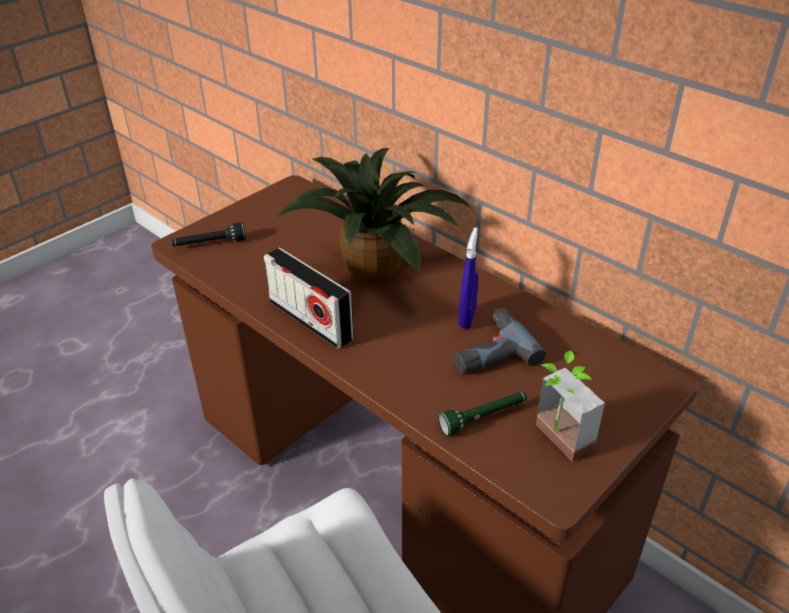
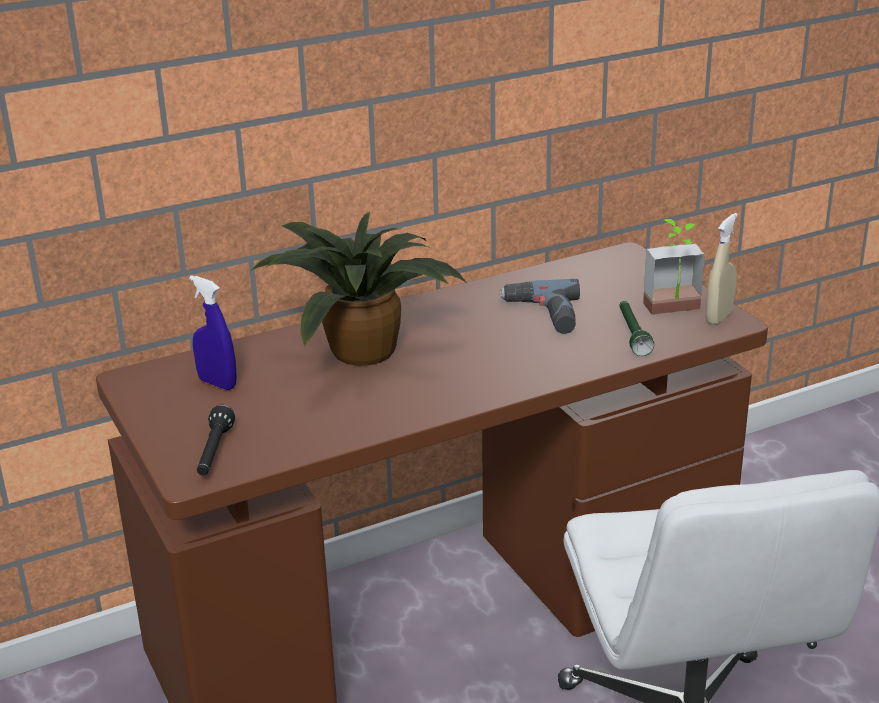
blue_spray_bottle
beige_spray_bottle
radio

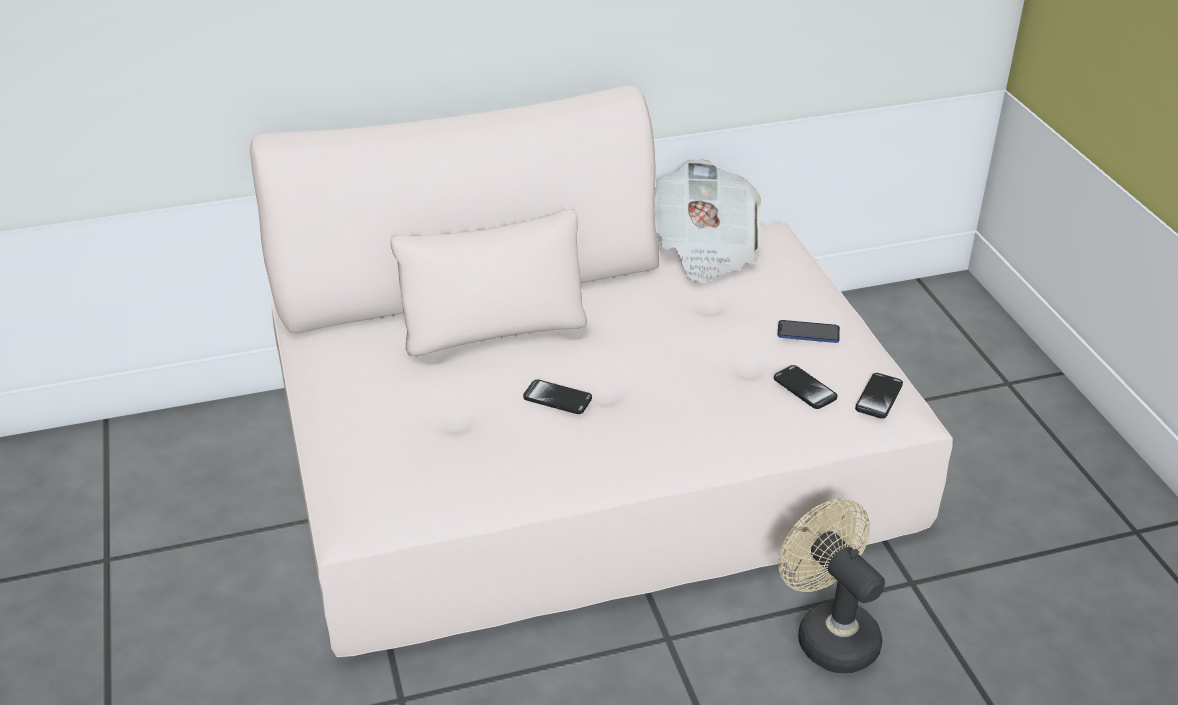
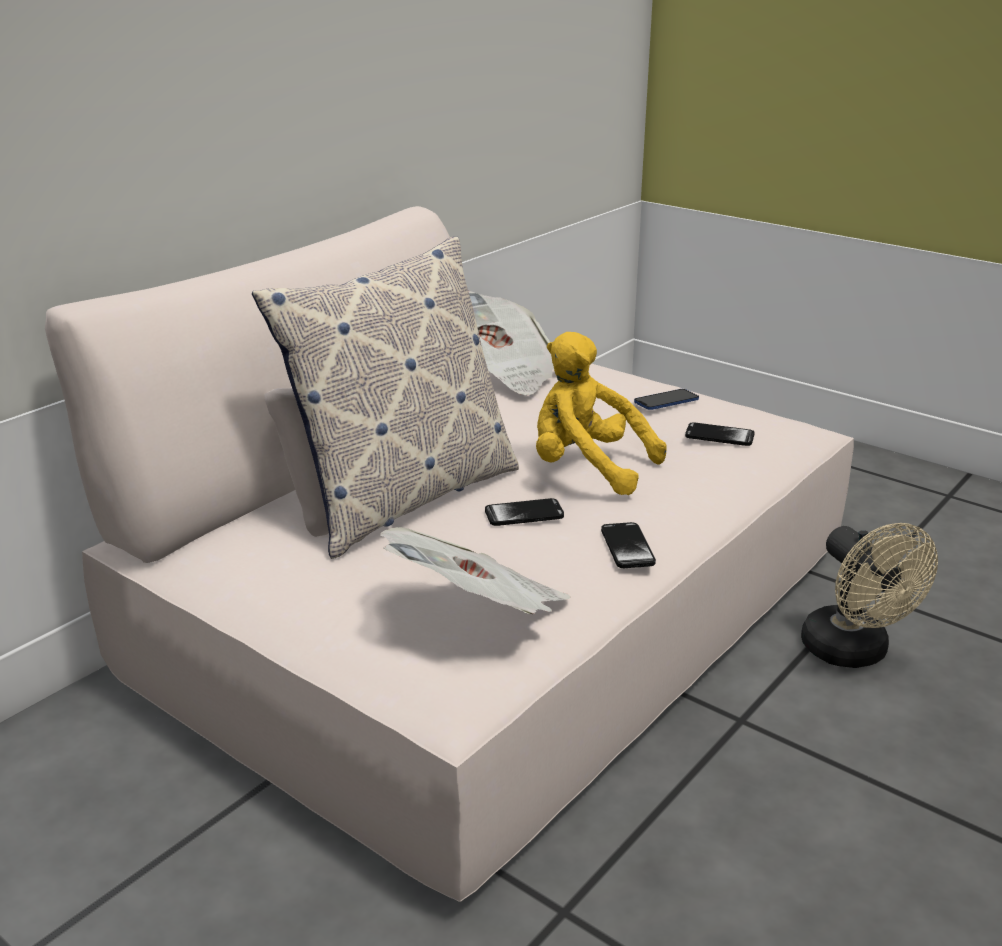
pillow
newspaper (no. 1 from left)
yellow_plush_toy
phone (no. 2 from left)
beige_fan

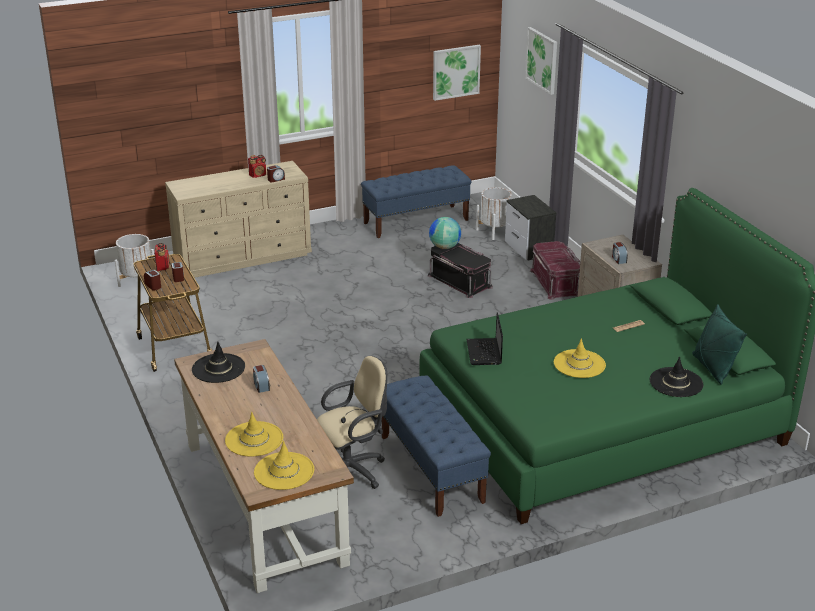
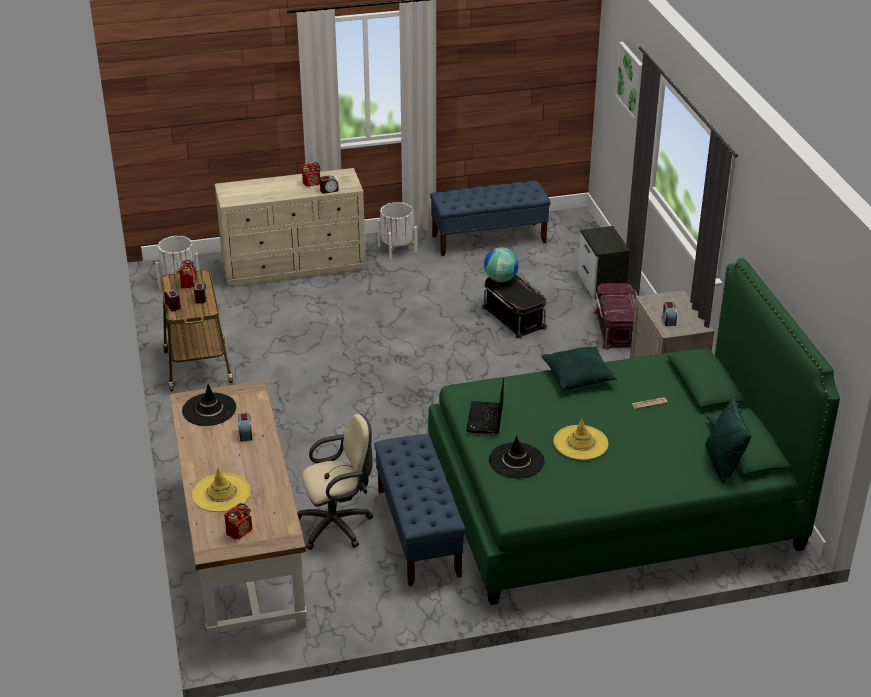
radio (no. 2 from left)
white_planter (no. 2 from left)
black_hat (no. 2 from left)
green_pillow (no. 1 from left)
picture (no. 1 from left in the first image)

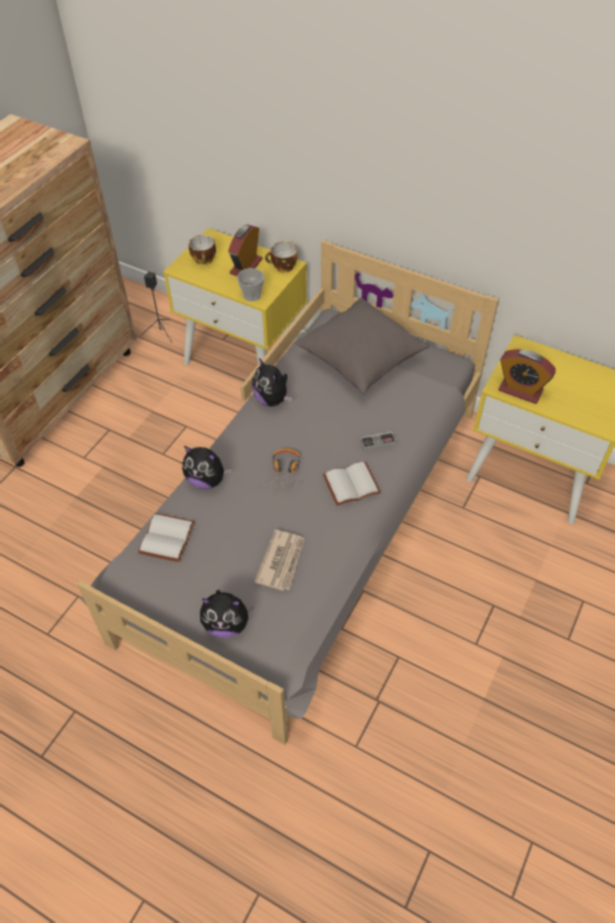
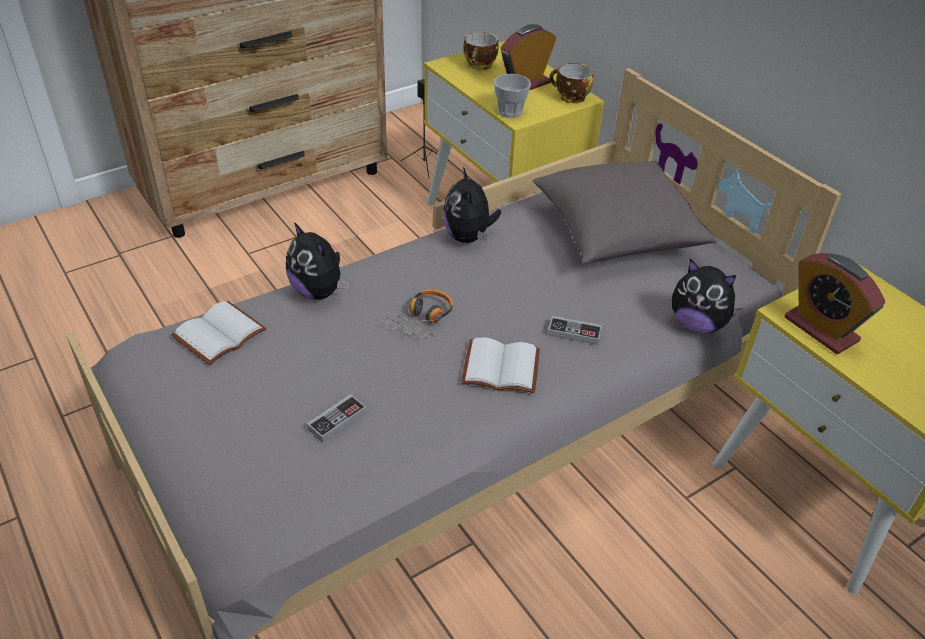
game_controller (no. 1 from left)
plush_toy (no. 3 from left)

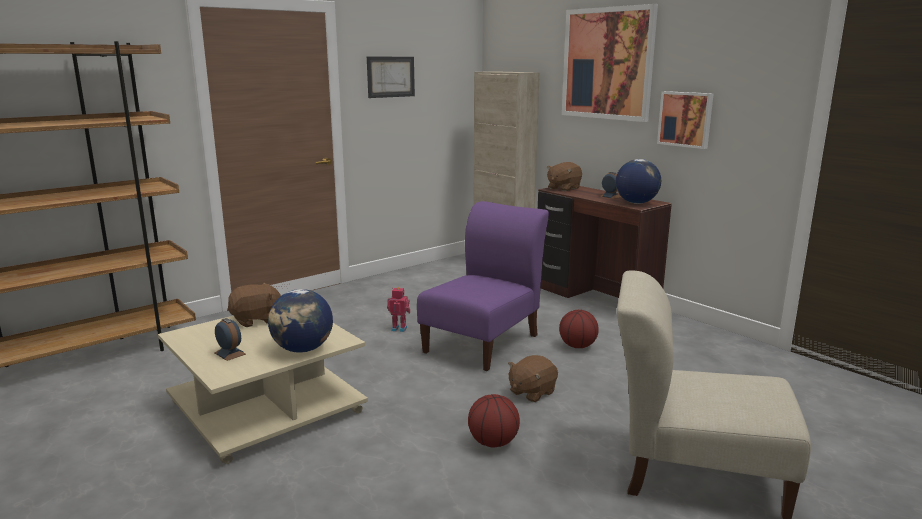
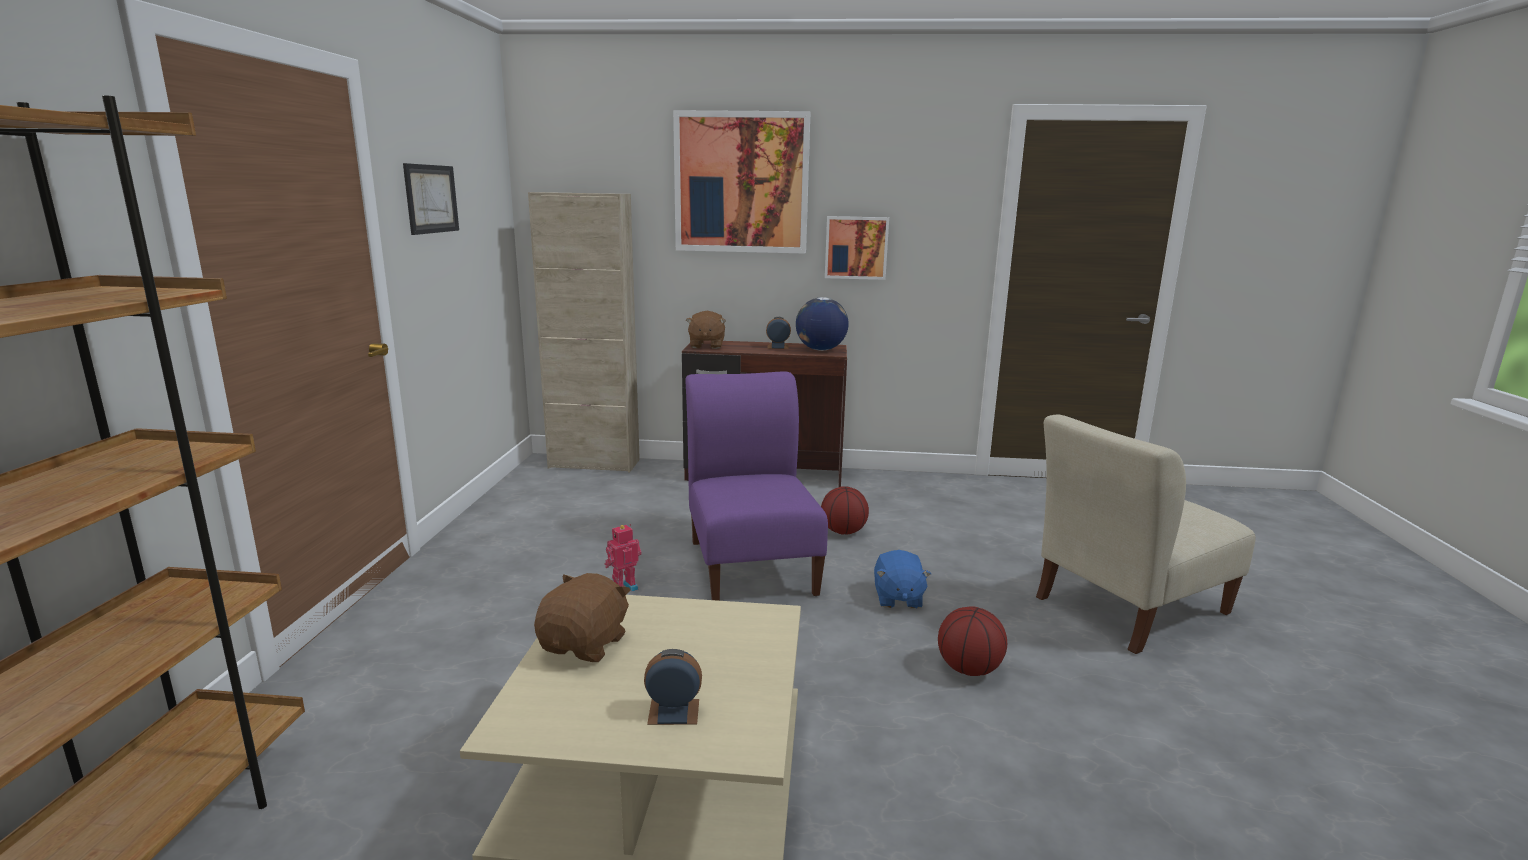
blue_plush_toy
globe (no. 1 from left in the first image)

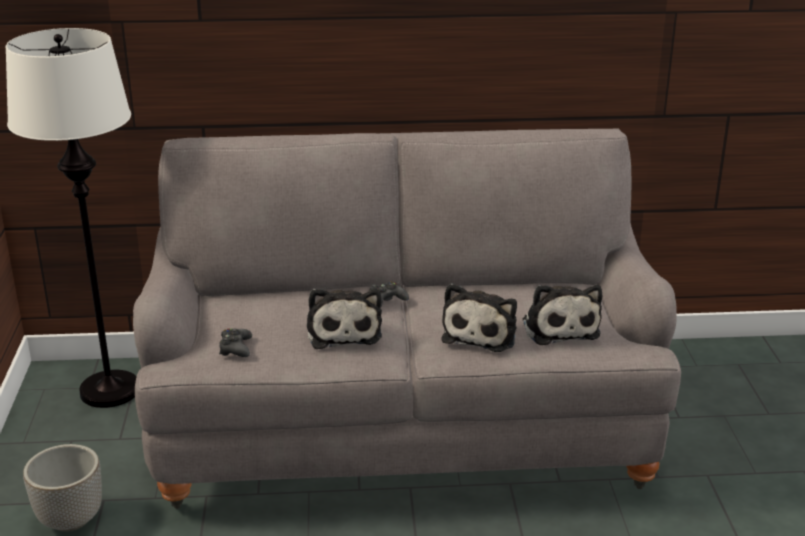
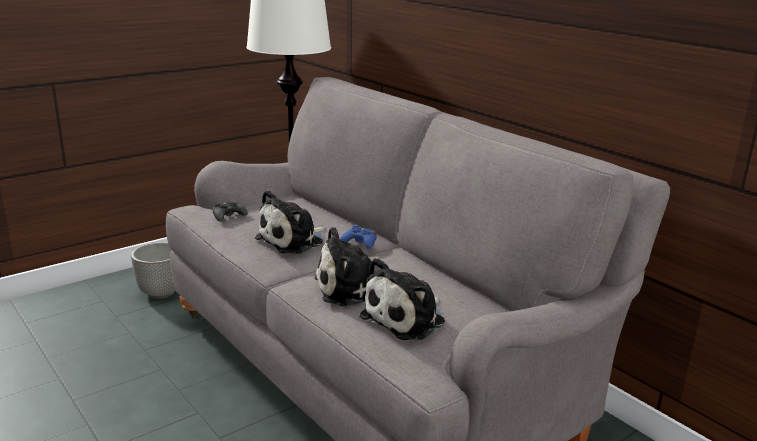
blue_game_controller

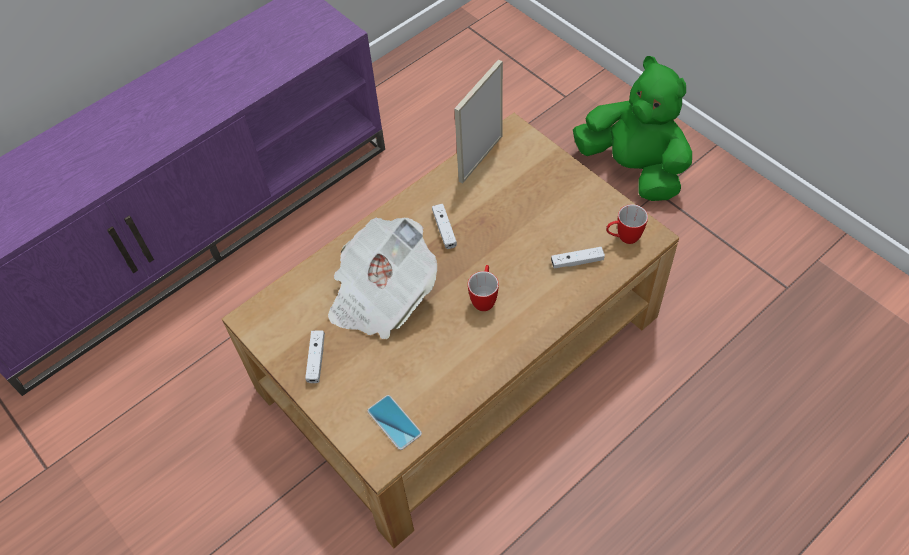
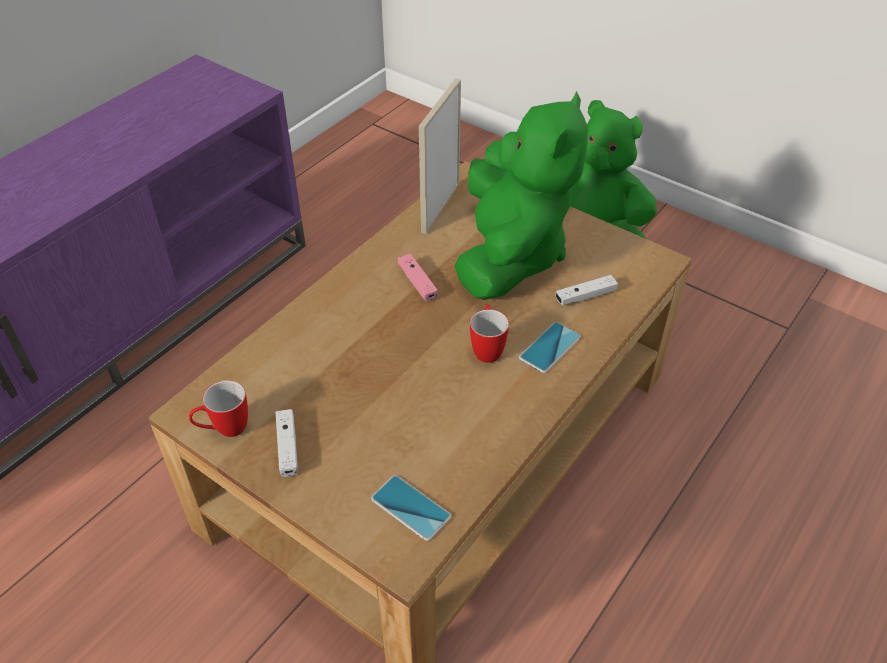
mug (no. 1 from left)
pink_game_controller
green_plush_toy (no. 1 from left)
phone (no. 2 from left)
newspaper

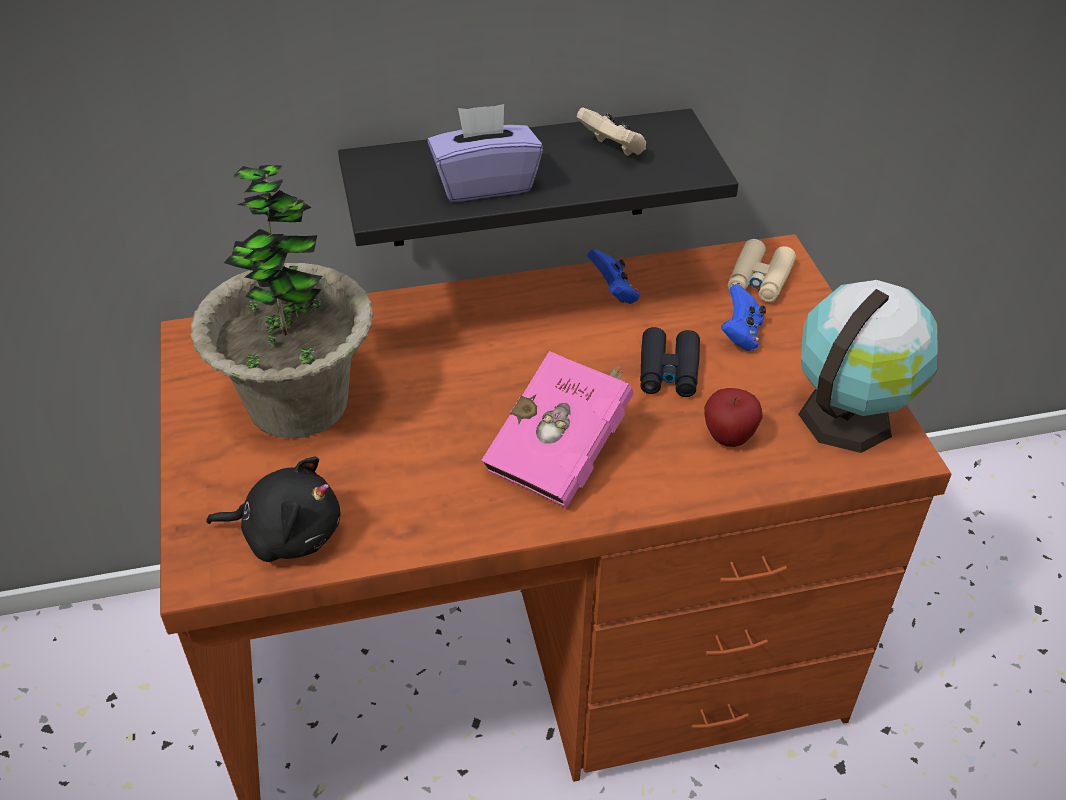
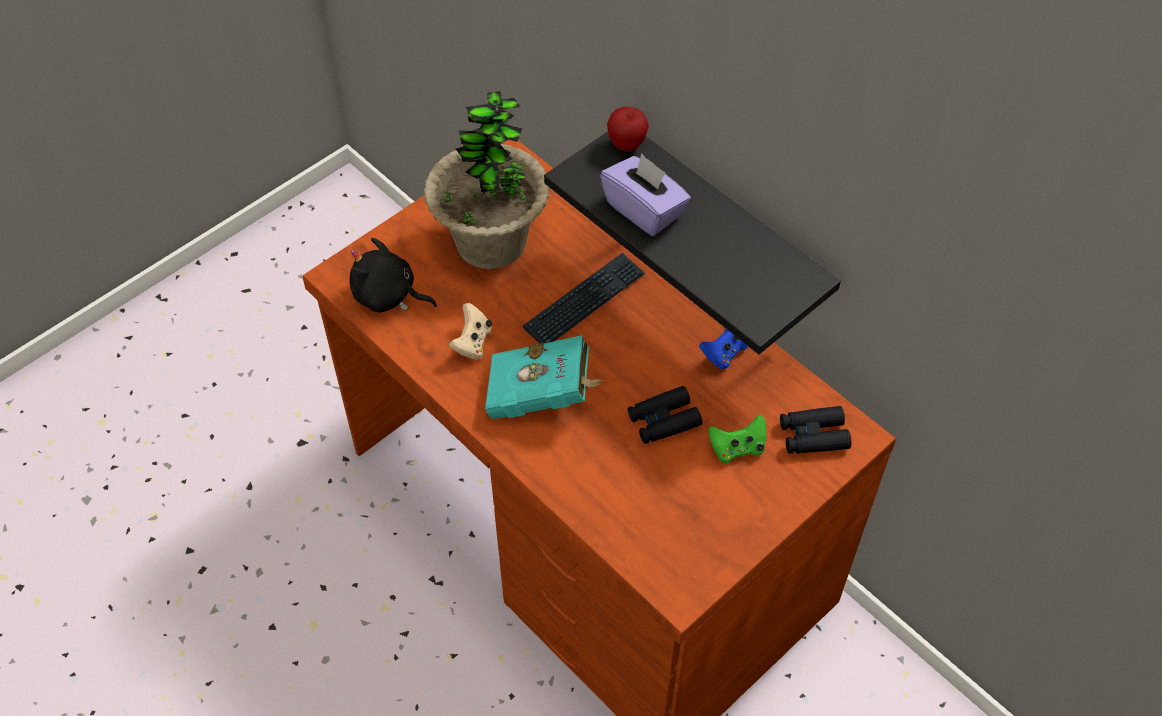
black_plush_toy
beige_game_controller
turquoise_book
keyboard
apple
green_game_controller
black_binoculars (no. 2 from left)
globe

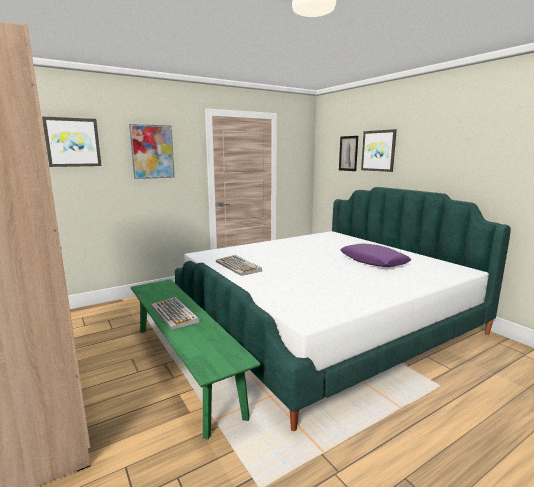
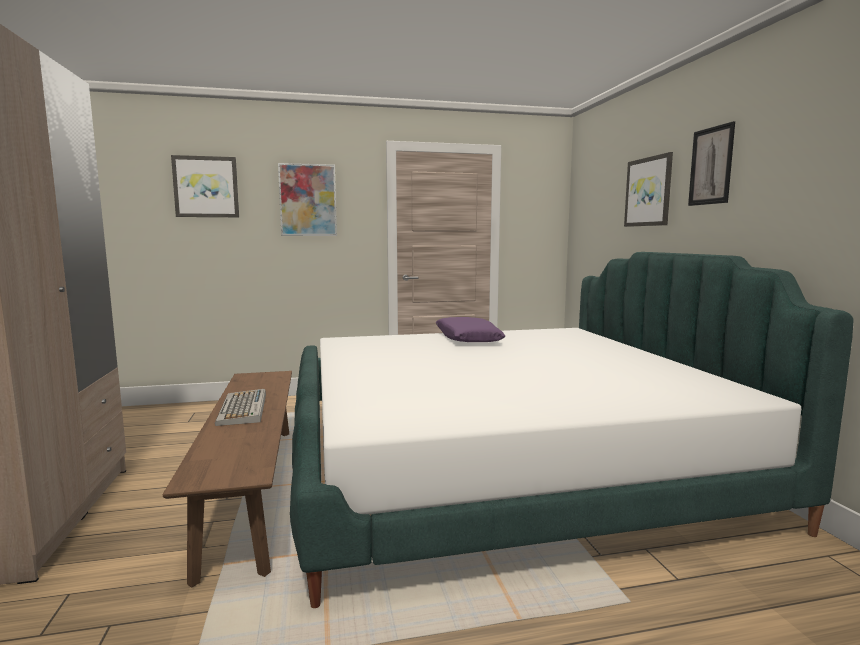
brown_bench
purple_pillow
picture (no. 4 from left)
keyboard (no. 2 from left in the first image)

